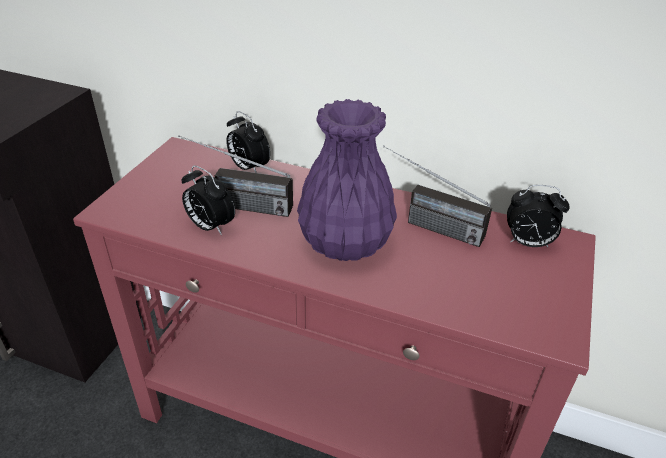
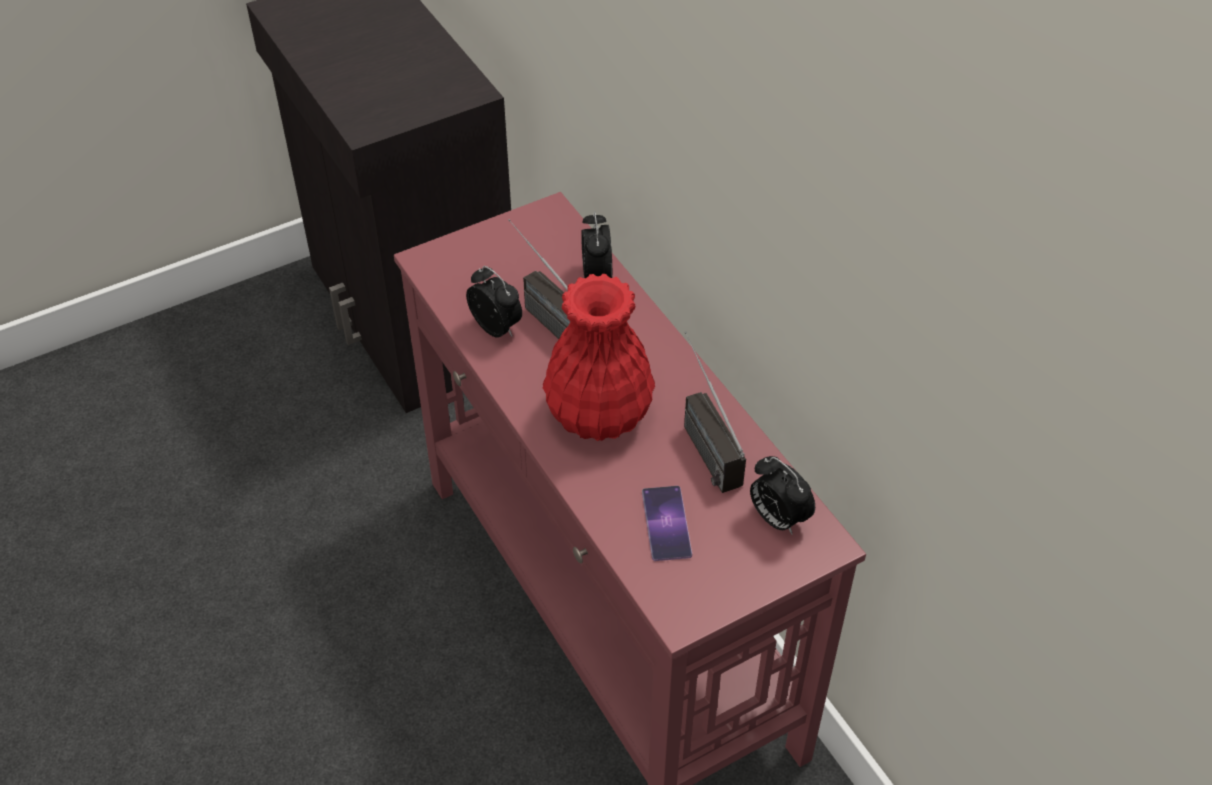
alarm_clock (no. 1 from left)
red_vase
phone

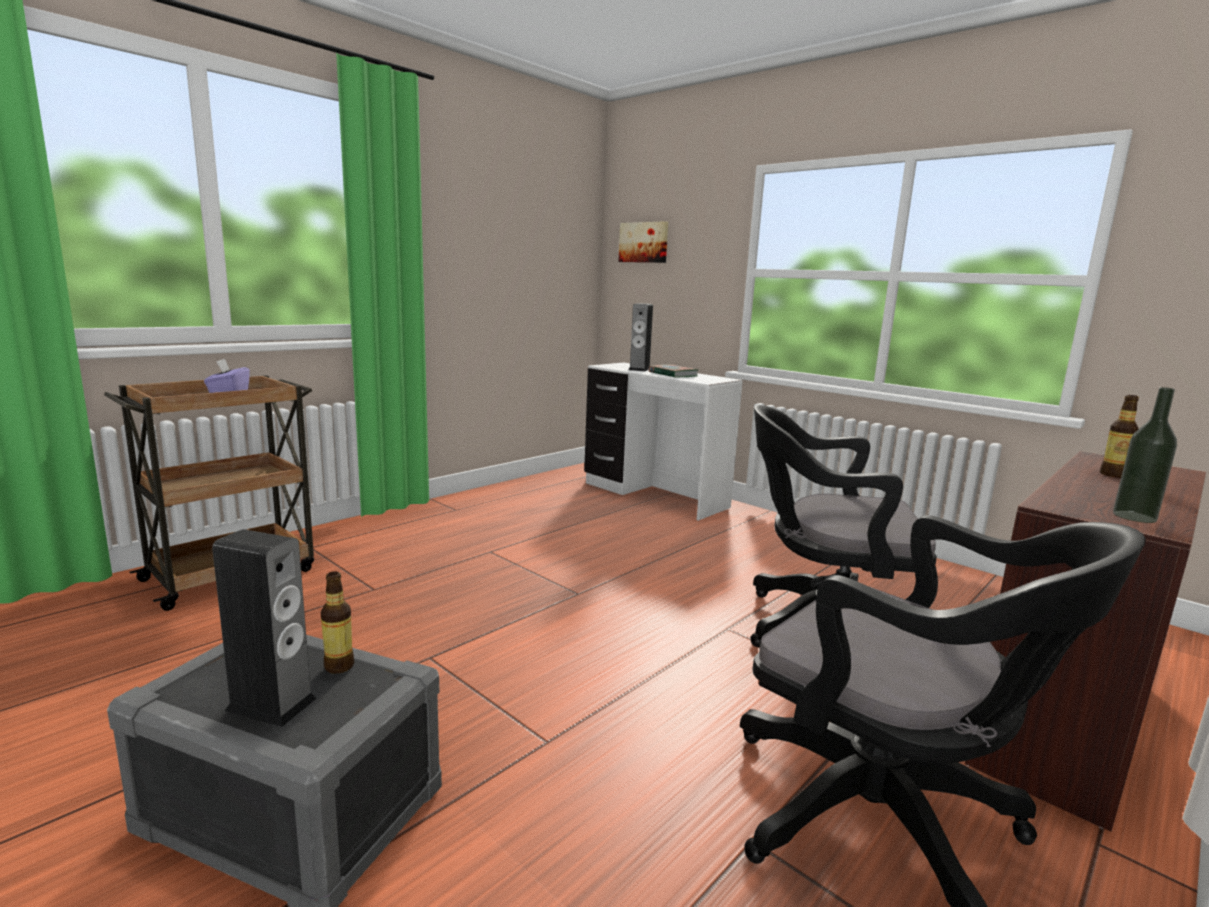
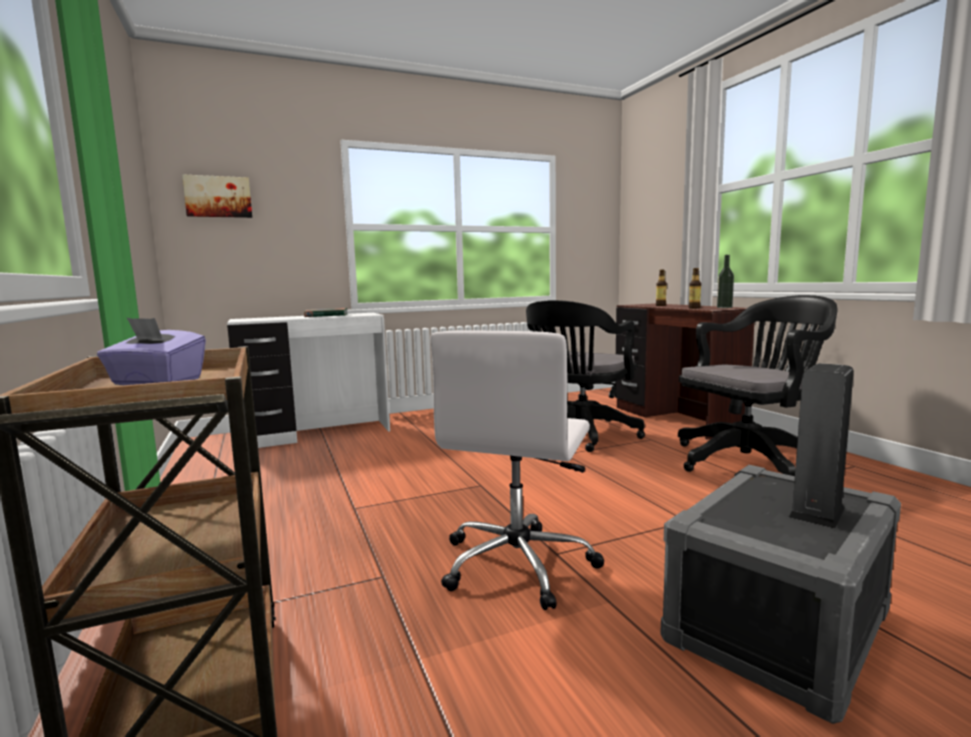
white_office_chair
bottle (no. 2 from left)
speaker (no. 2 from left in the first image)

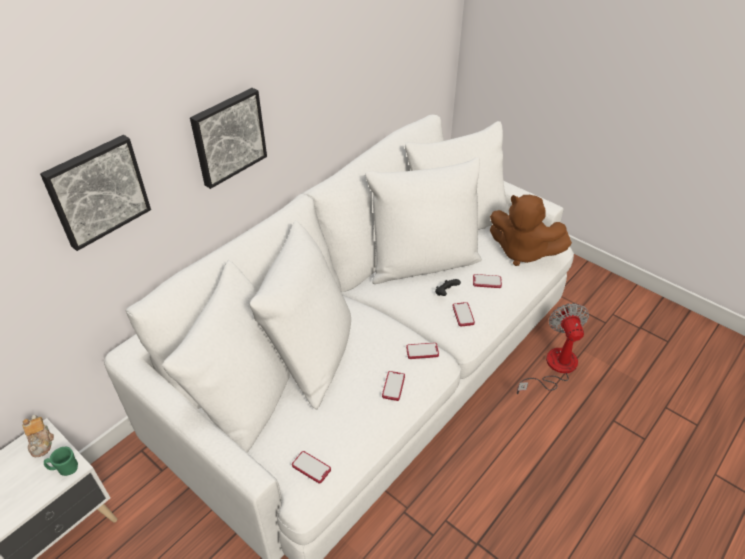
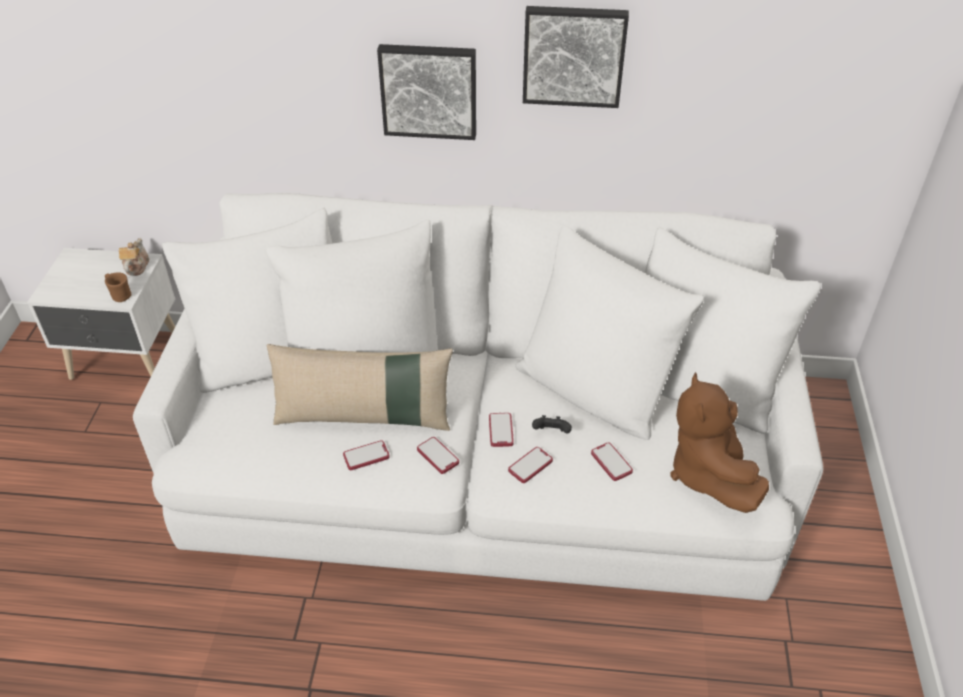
brown_mug
teapot
beige_pillow
phone (no. 3 from left)
picture (no. 2 from left)
fan

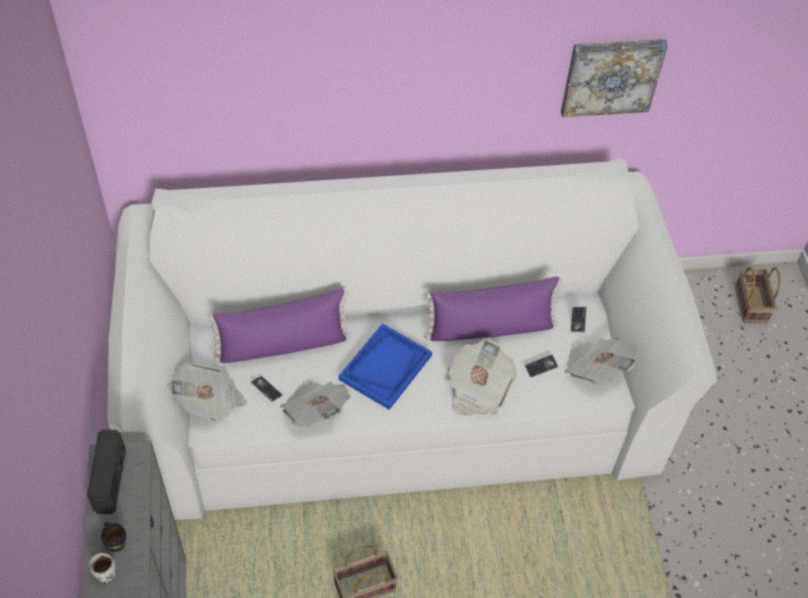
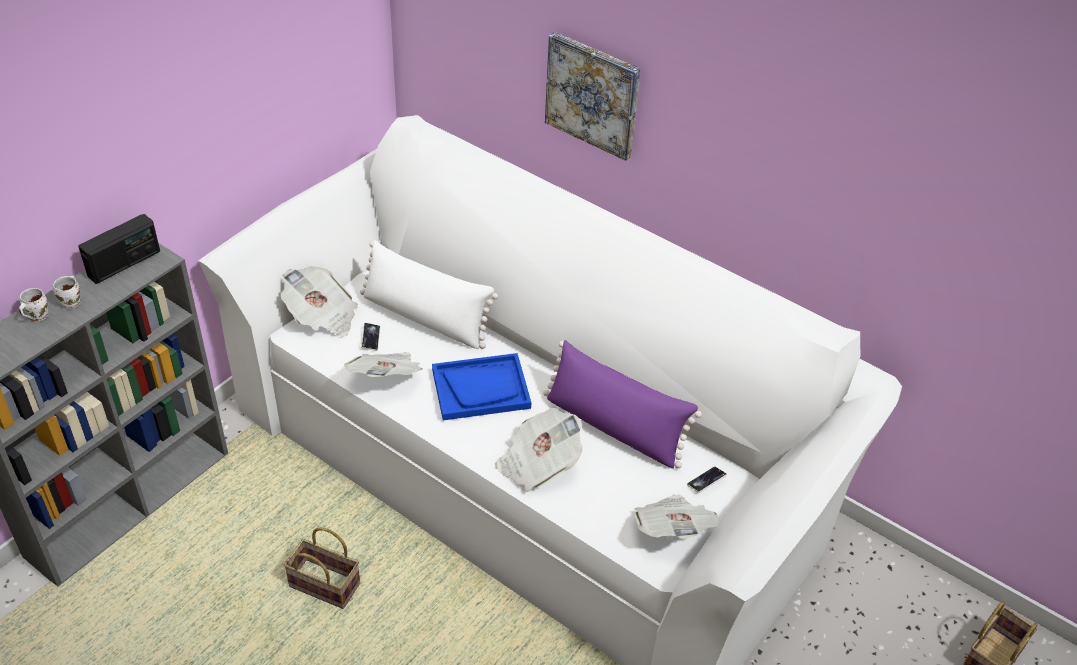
white_mug (no. 2 from left)
white_pillow
picture
phone (no. 2 from left in the first image)

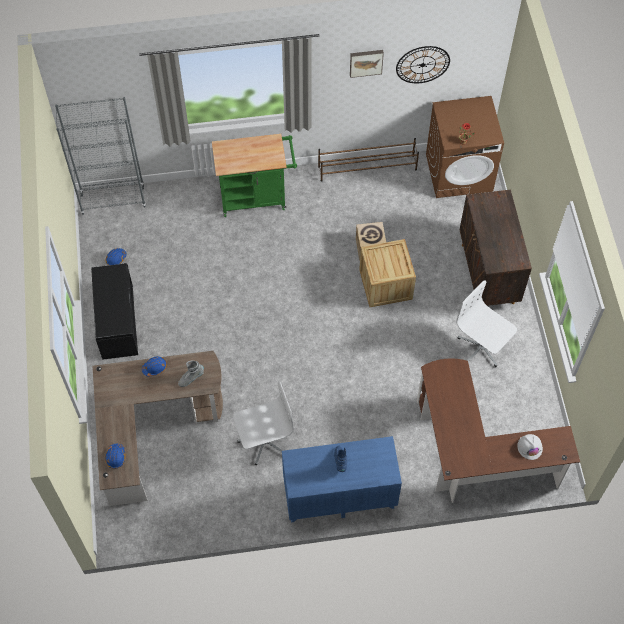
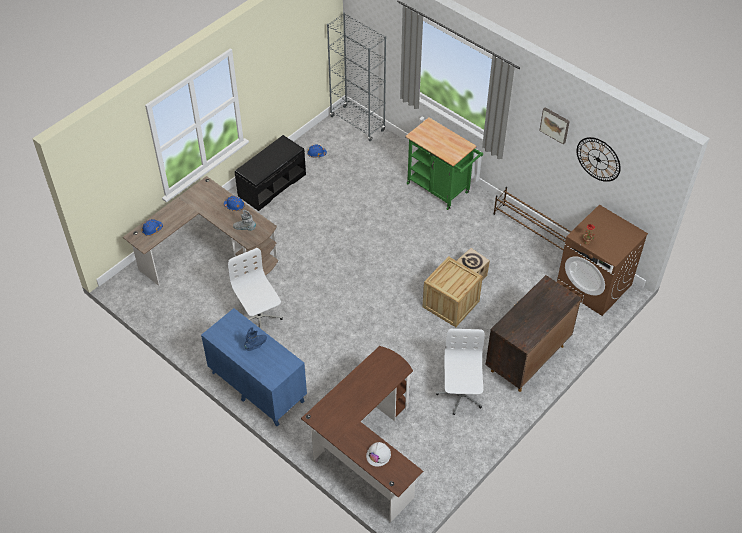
white_office_chair (no. 1 from left)

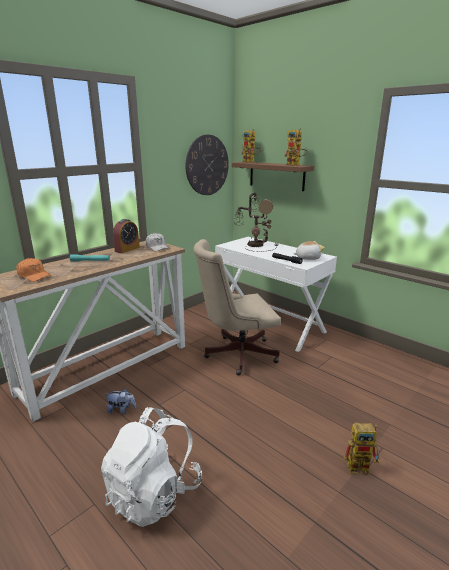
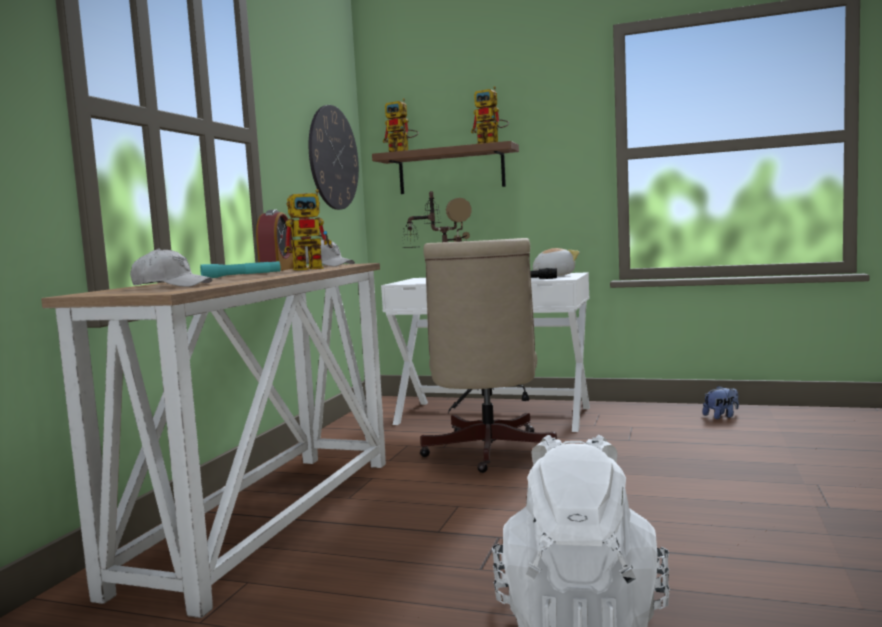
white_cap (no. 1 from left)
toy_robot (no. 1 from left)
beige_office_chair
plush_toy (no. 2 from left)

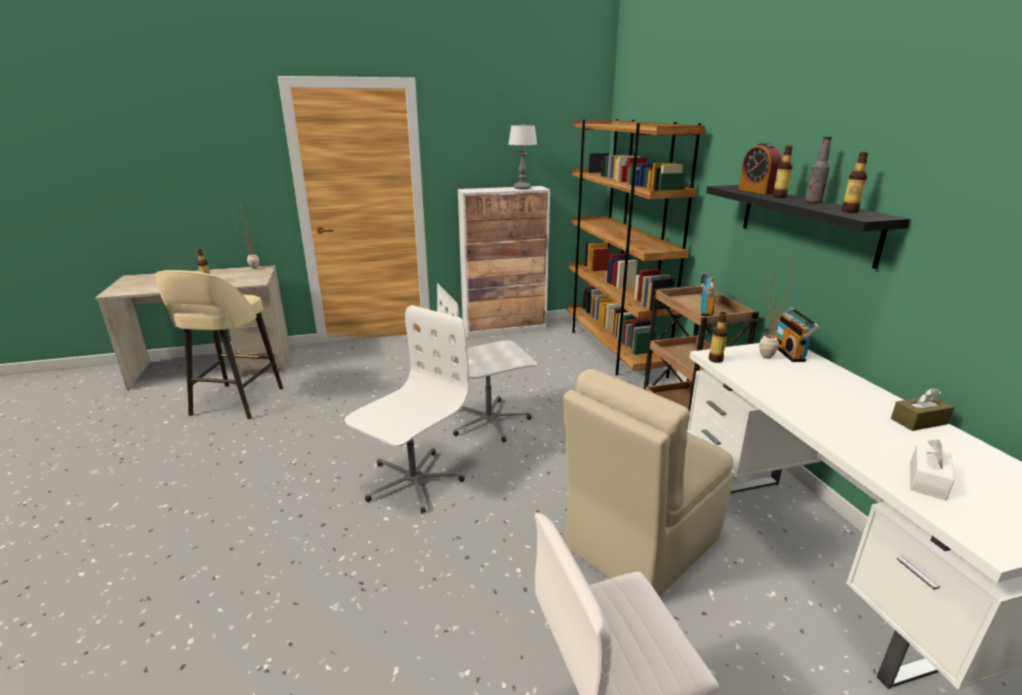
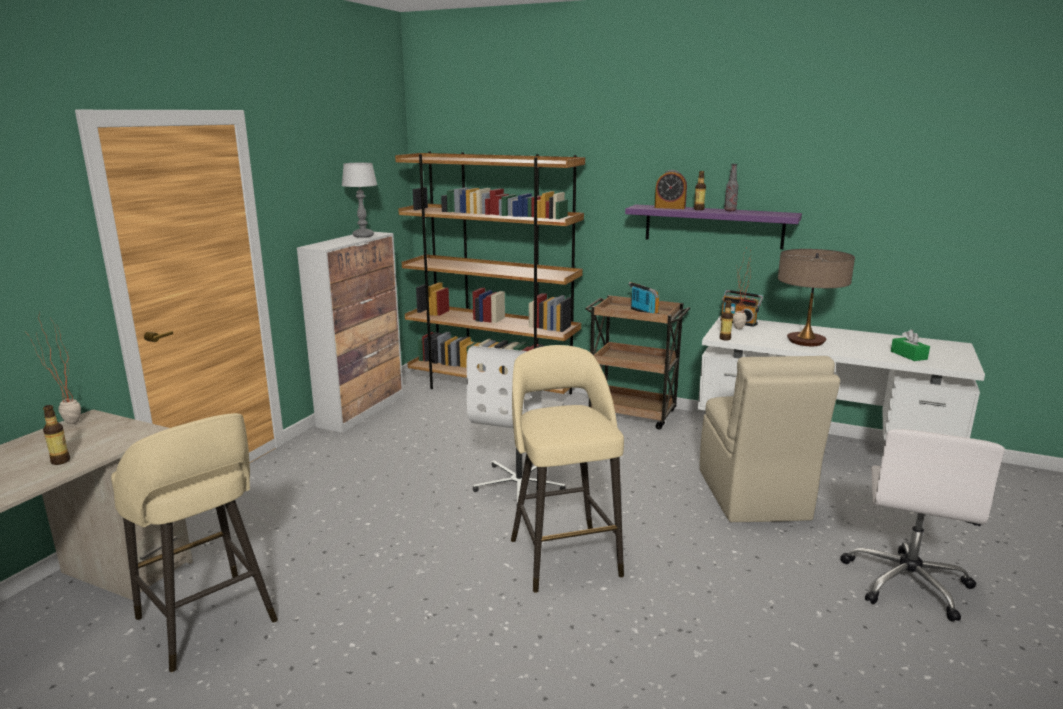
beige_stool (no. 2 from left)
purple_shelf
table_lamp (no. 2 from left)
green_tissue_box
bottle (no. 5 from left in the first image)
brown_tissue_box

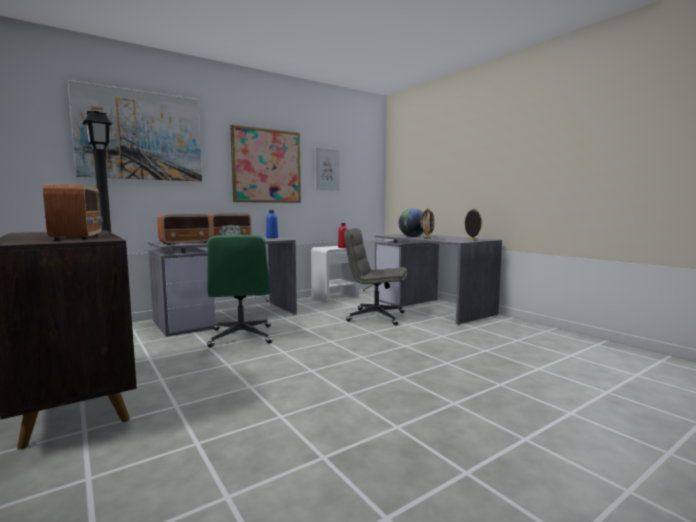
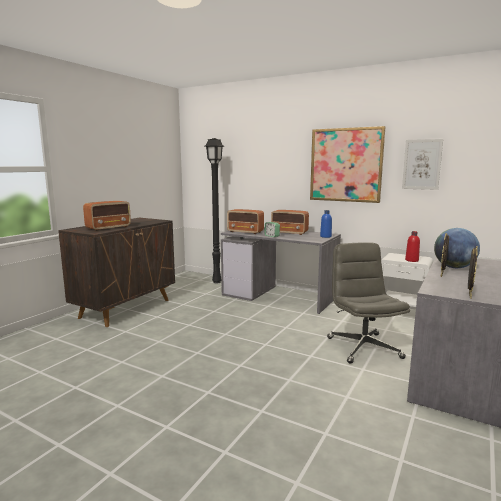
picture (no. 1 from left in the first image)
green_office_chair

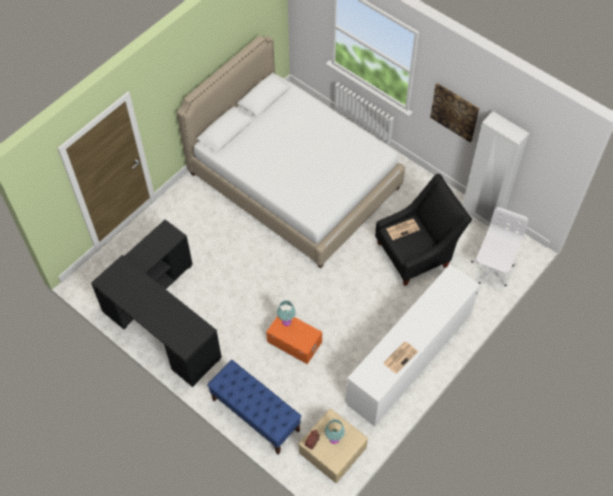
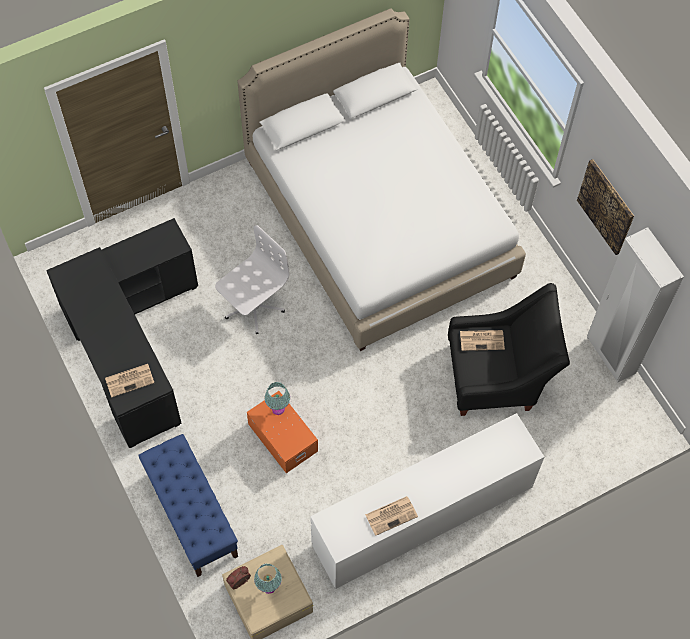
newspaper (no. 1 from left)
white_office_chair

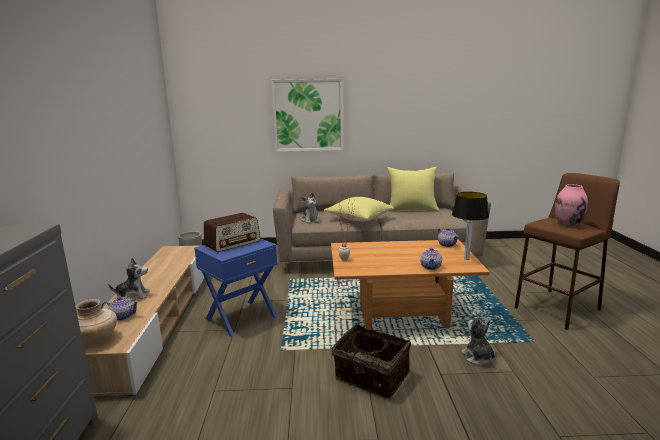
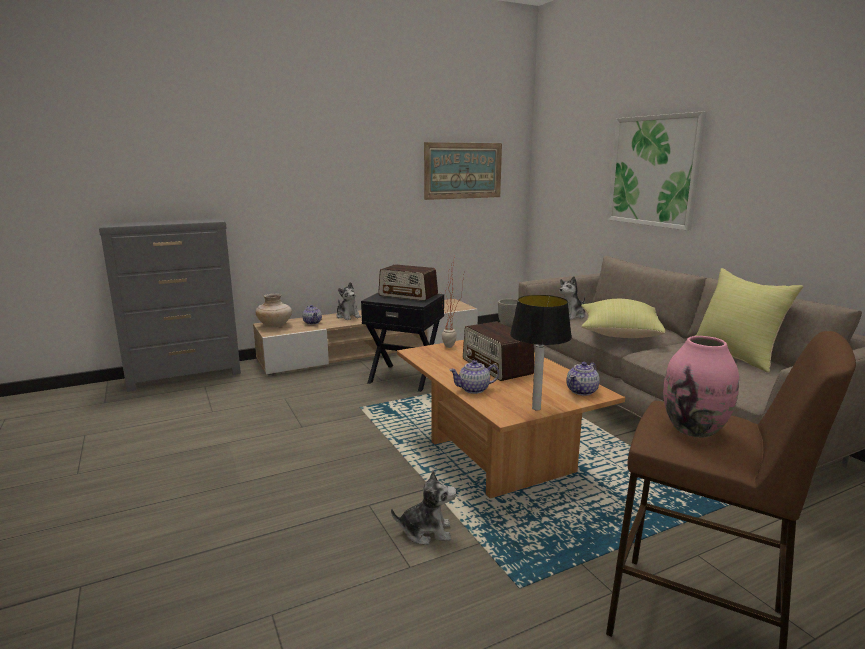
black_side_table
plush_toy (no. 2 from left)
picture (no. 1 from left)
radio (no. 2 from left)
basket

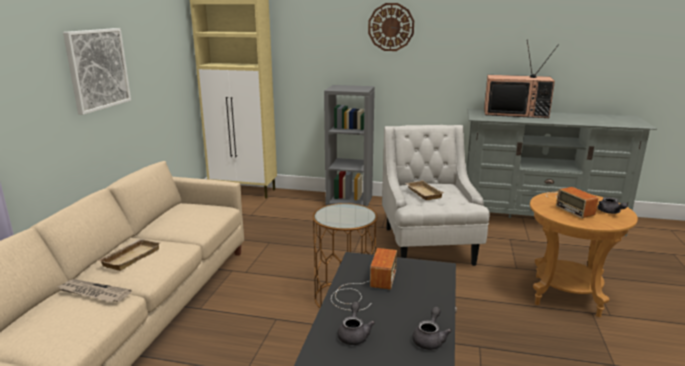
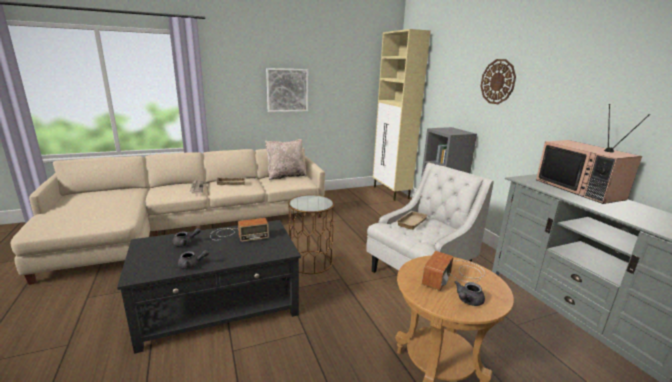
beige_pillow

